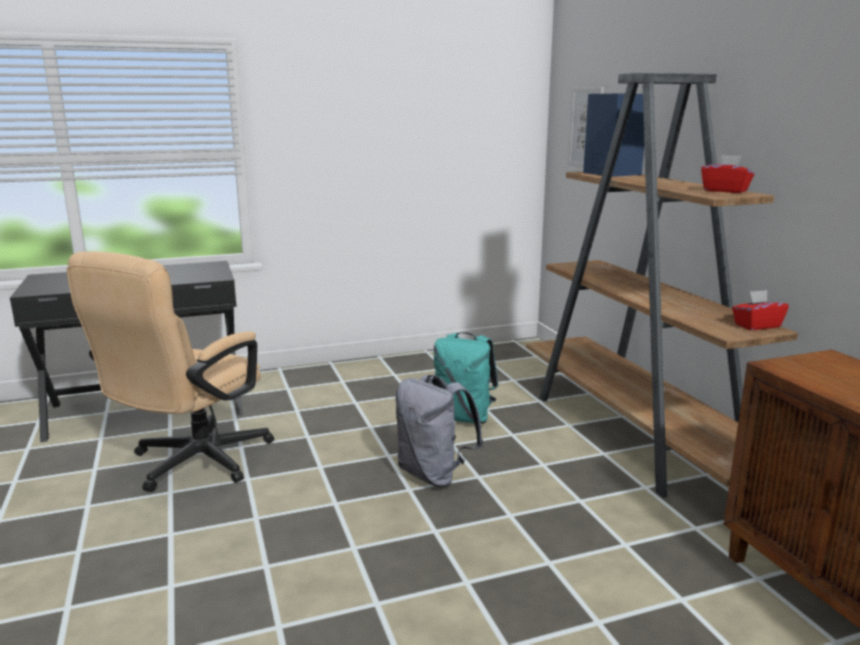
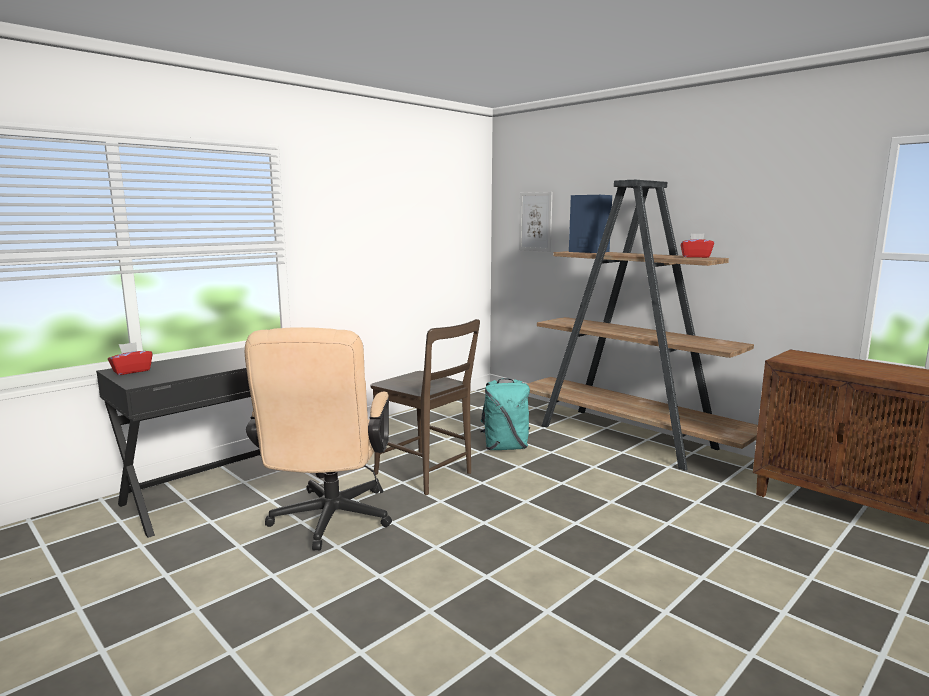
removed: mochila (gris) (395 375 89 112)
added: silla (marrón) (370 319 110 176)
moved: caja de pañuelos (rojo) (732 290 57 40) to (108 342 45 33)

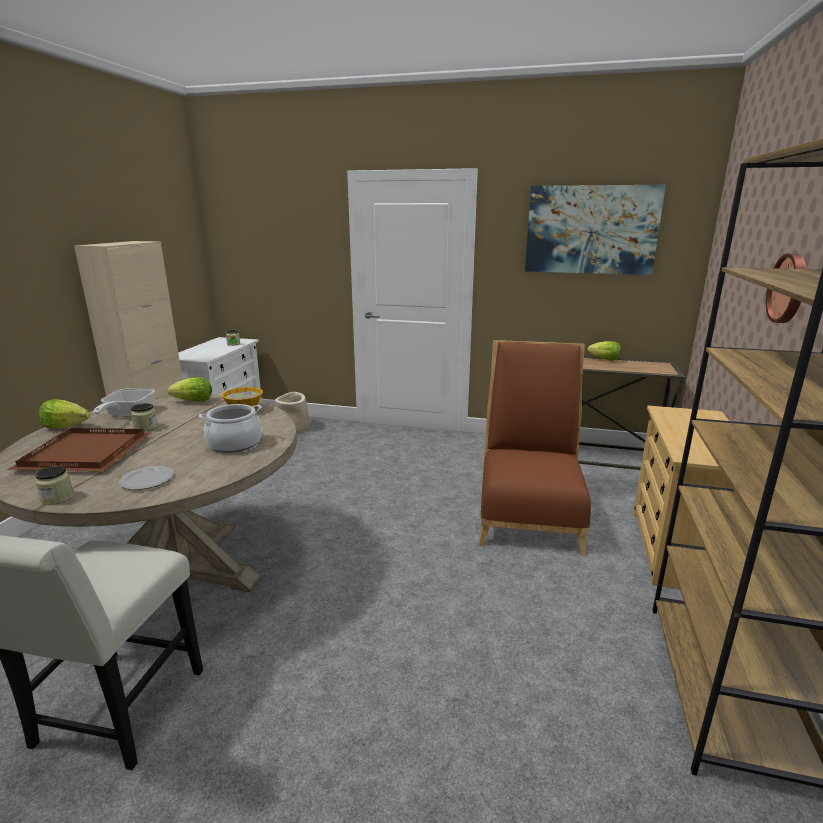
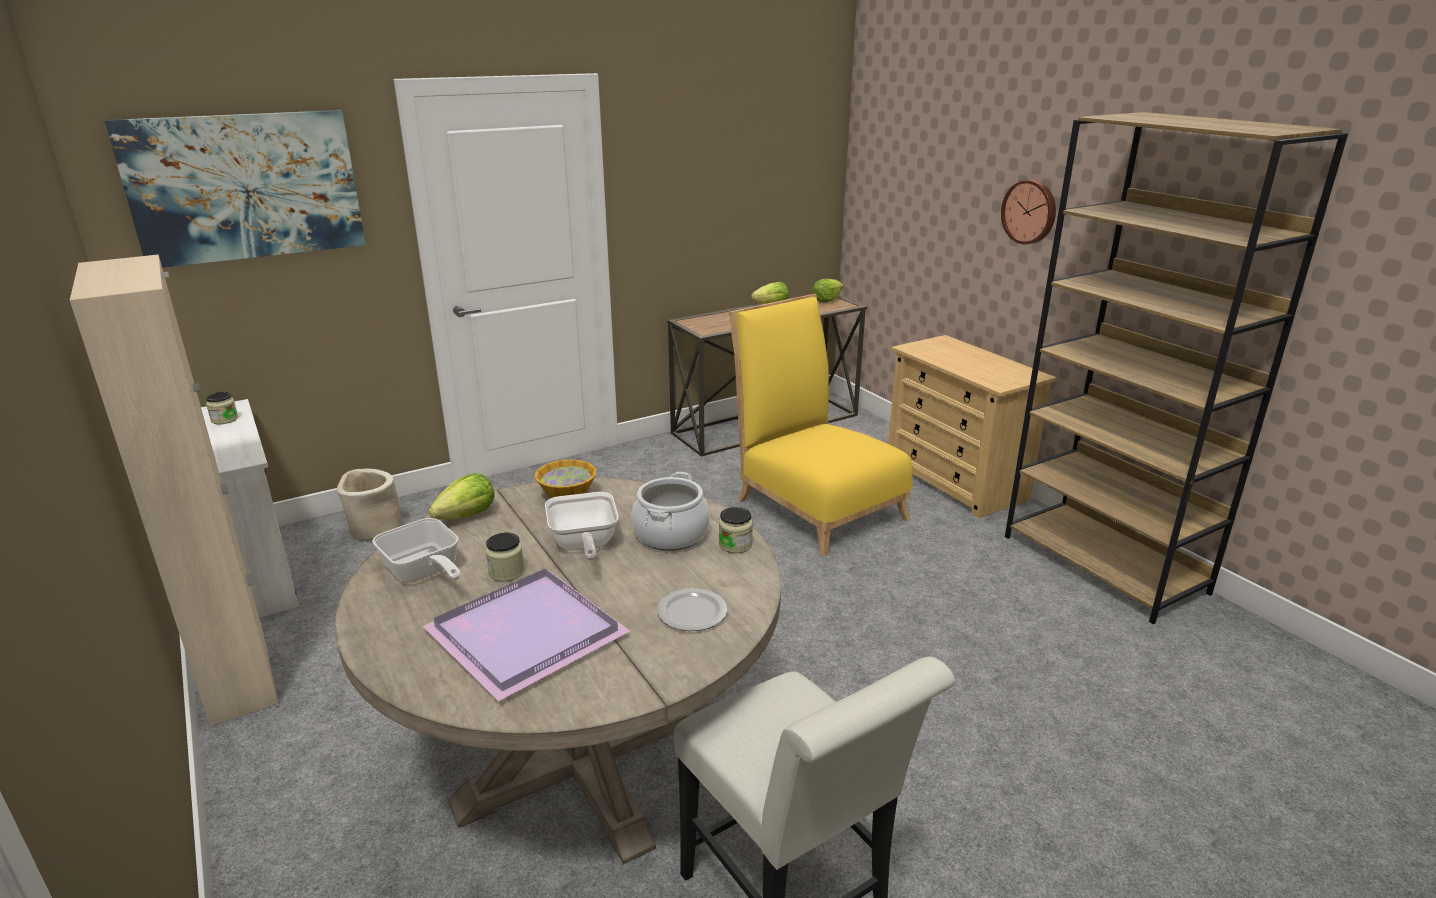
added: sartén (545 492 74 69)
moved: cuadro (525 185 141 90) to (105 110 261 158); lechuga (38 399 52 30) to (812 279 31 24); tarro (35 465 39 40) to (719 507 34 46)
recoloured: silla (marrón) (478 340 113 216) to silla (amarillo) (729 294 184 262); bandeja (marrón) (7 428 145 44) to bandeja (morado) (422 569 208 132)

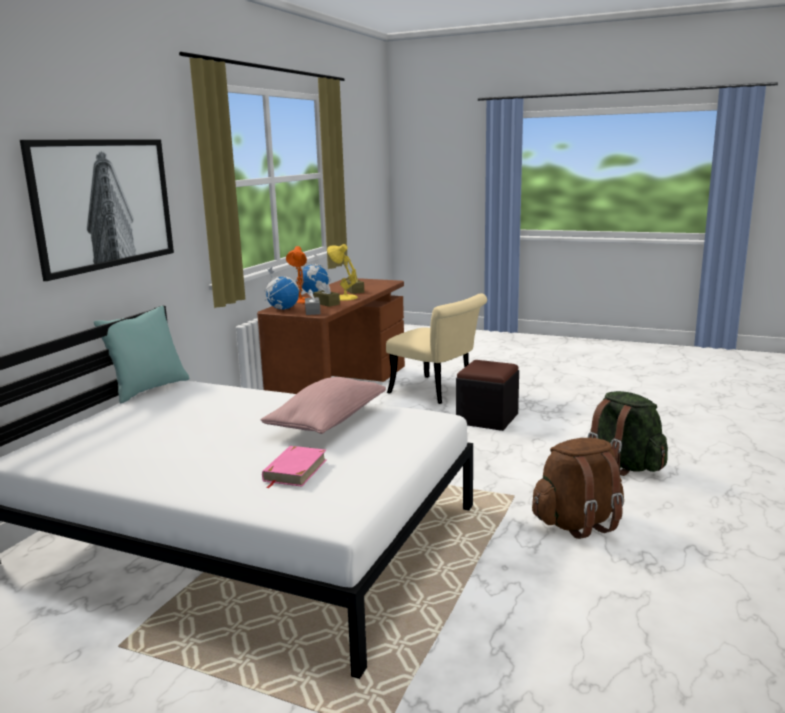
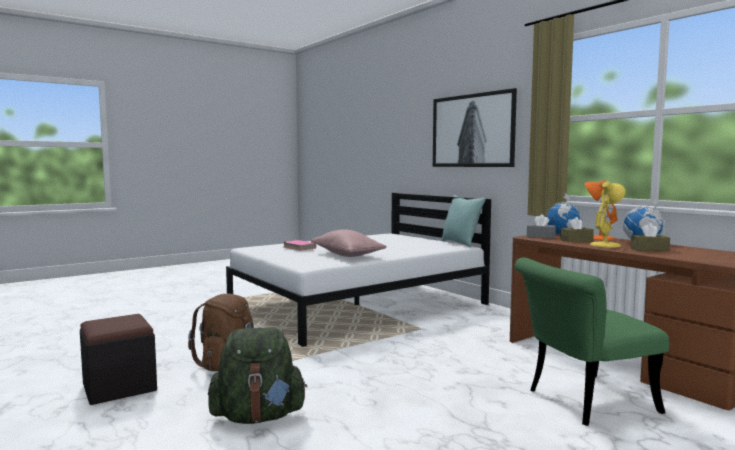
moved: puf (negro) (456 360 63 71) to (80 314 77 91)
recoloured: silla (beis) (386 293 101 111) to silla (verde) (515 257 154 169)

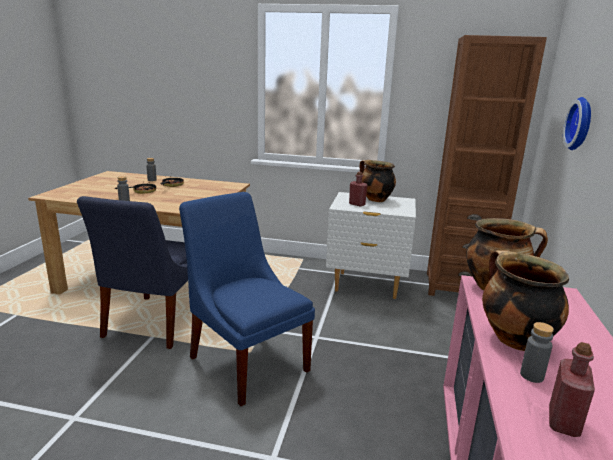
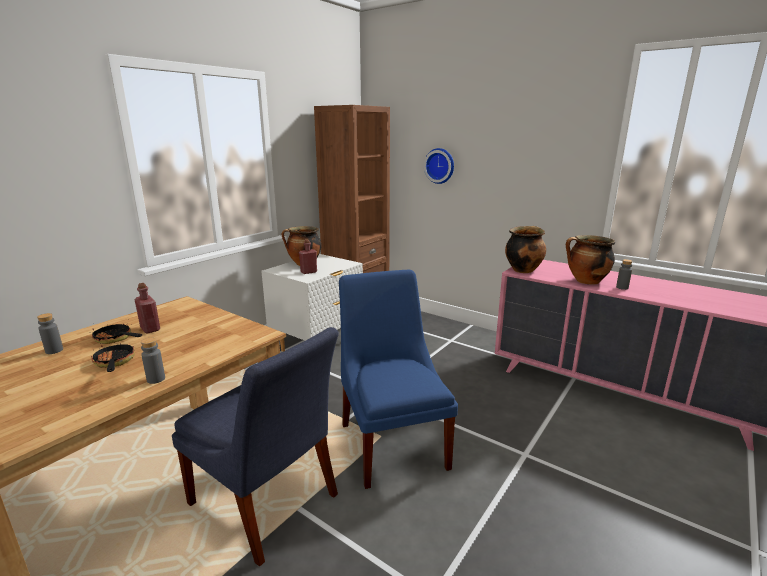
moved: botella (rojo) (549 342 46 95) to (134 283 26 50)
turned: silla (azul) (179 192 136 214) = (339 269 119 220) 90 degrees clockwise

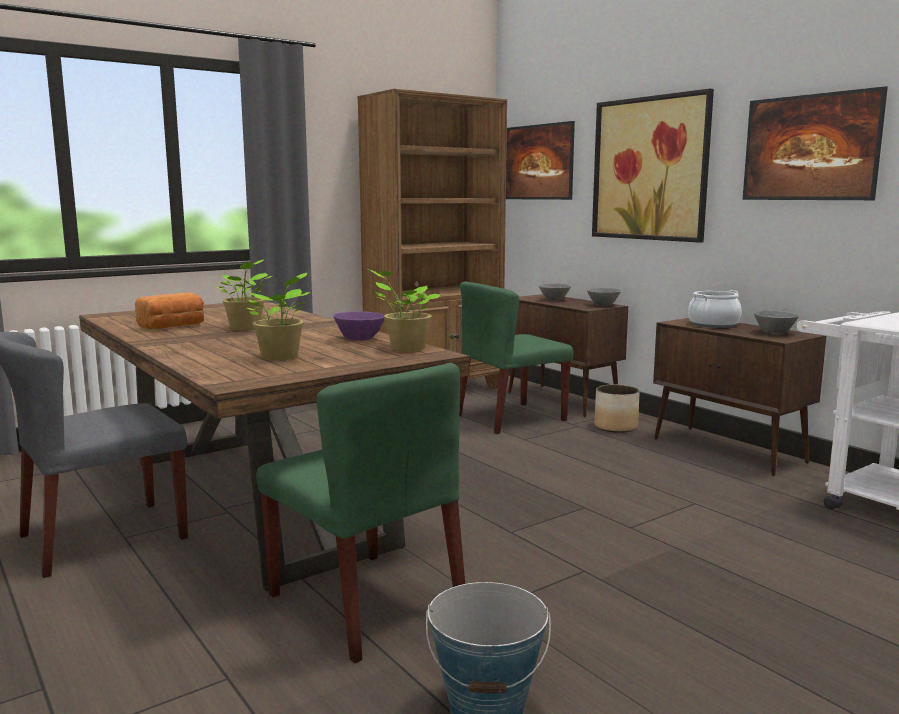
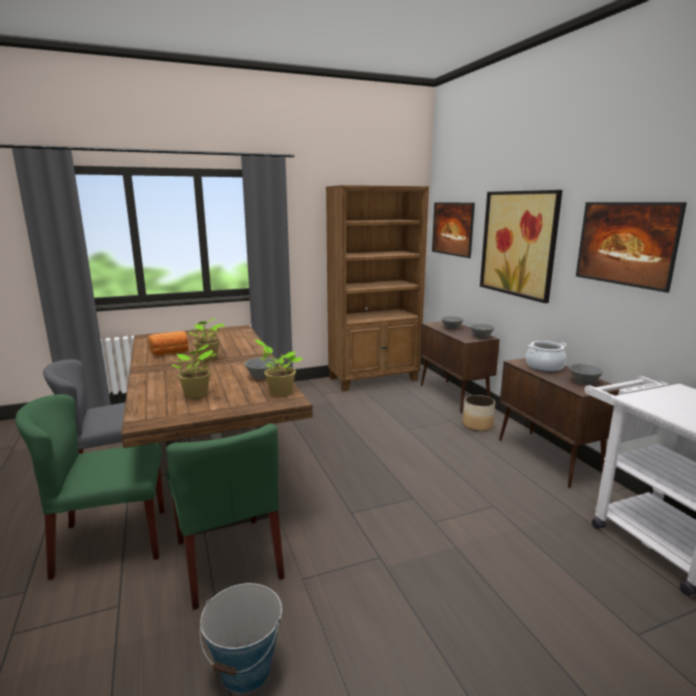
moved: silla (verde) (460 281 113 153) to (15 394 150 186)
recoloured: cuenco (morado) (333 311 51 30) to cuenco (gris) (245 357 34 23)

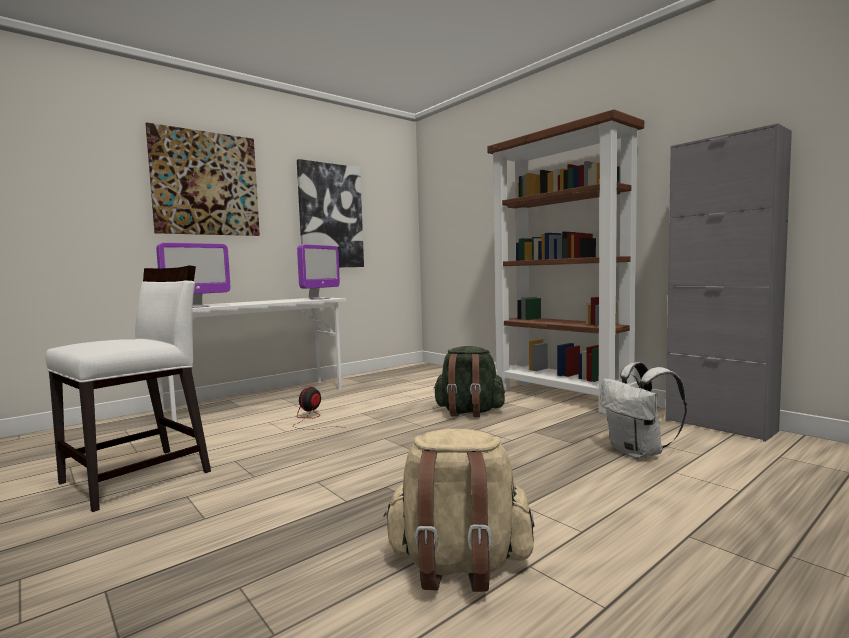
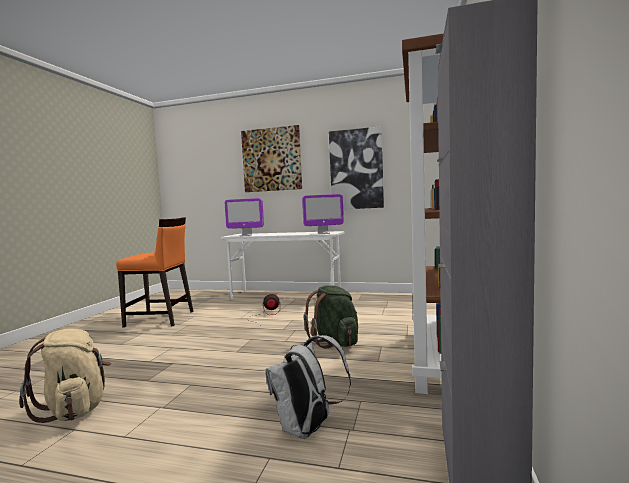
recoloured: silla (blanco) (45 265 166 247) to silla (naranja) (116 217 78 110)

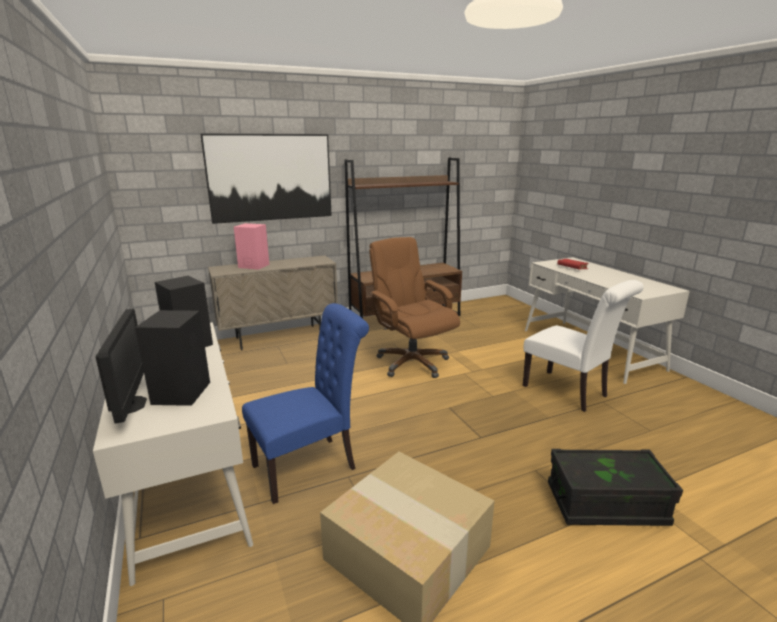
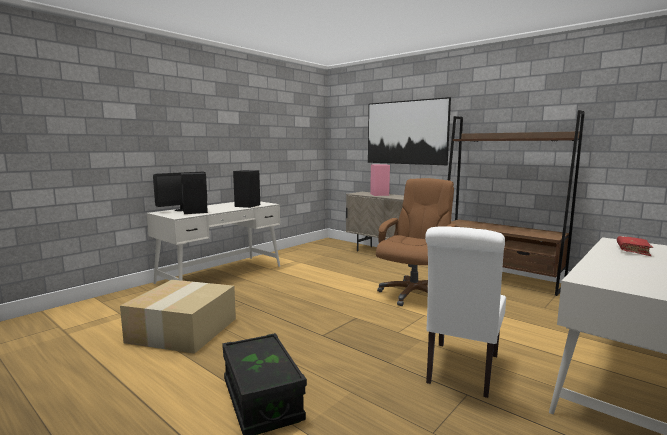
removed: silla (azul) (242 303 127 201)

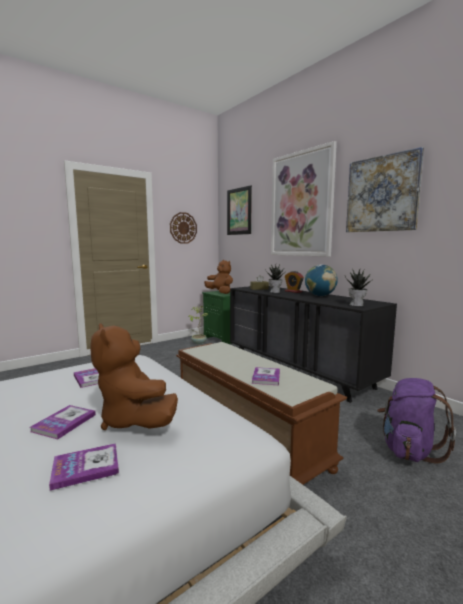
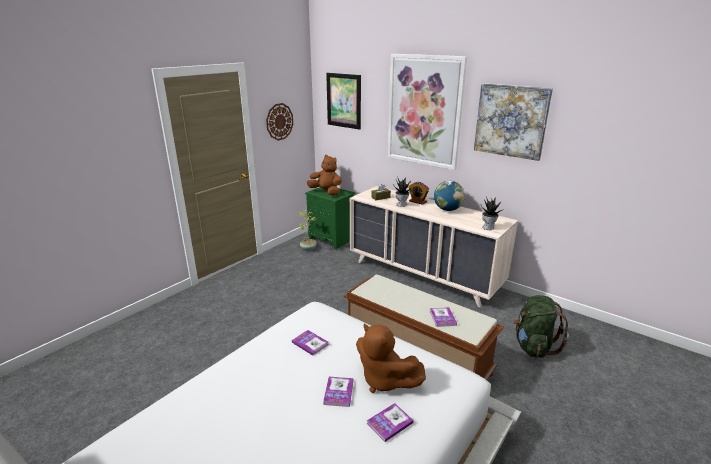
recoloured: cómoda (negro) (230 286 167 117) to cómoda (beis) (350 186 168 121); mochila (morado) (377 378 79 85) to mochila (verde) (513 295 56 63)

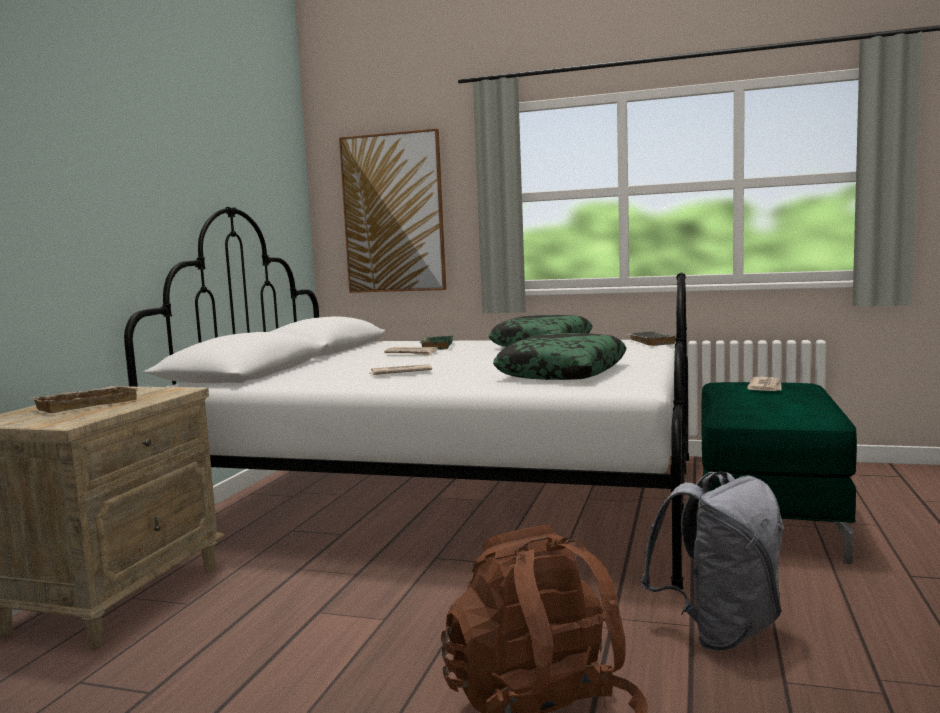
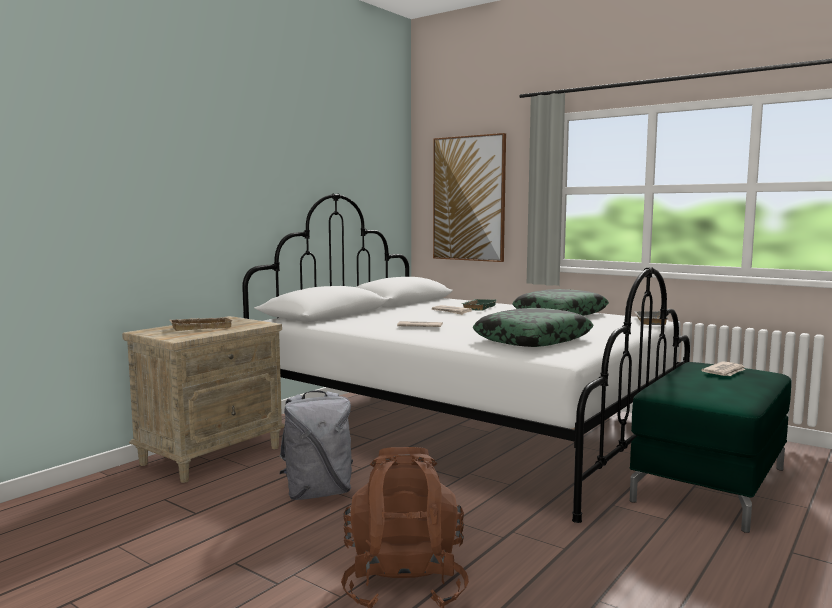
moved: mochila (gris) (640 471 143 180) to (280 390 73 110)

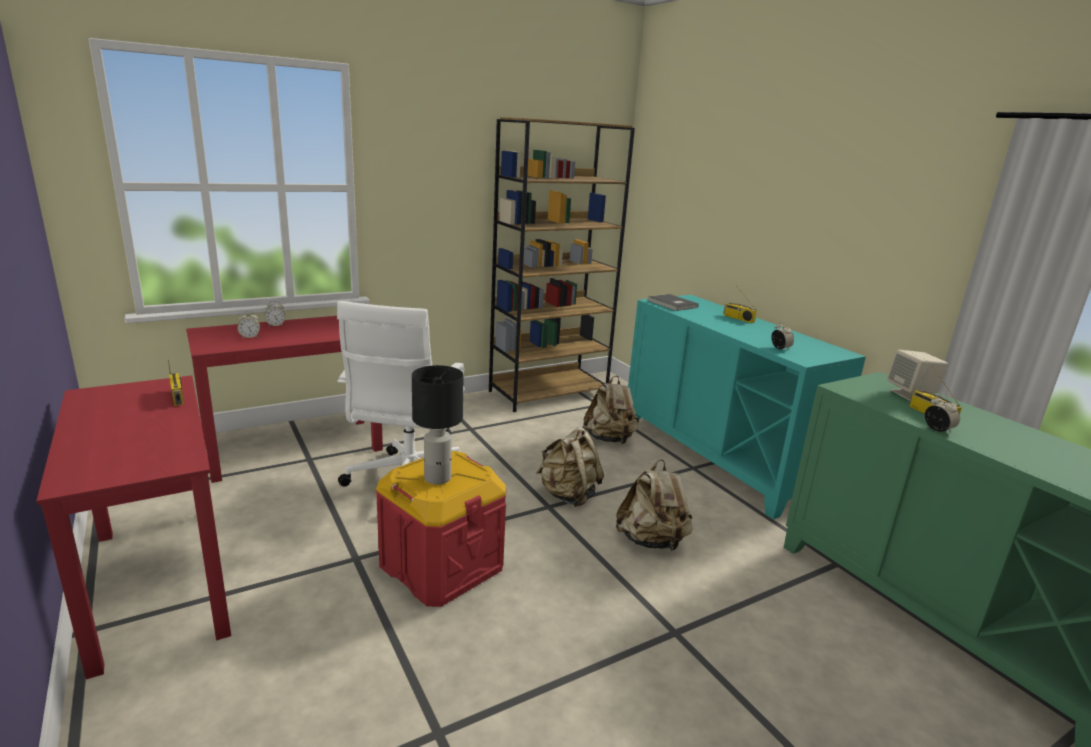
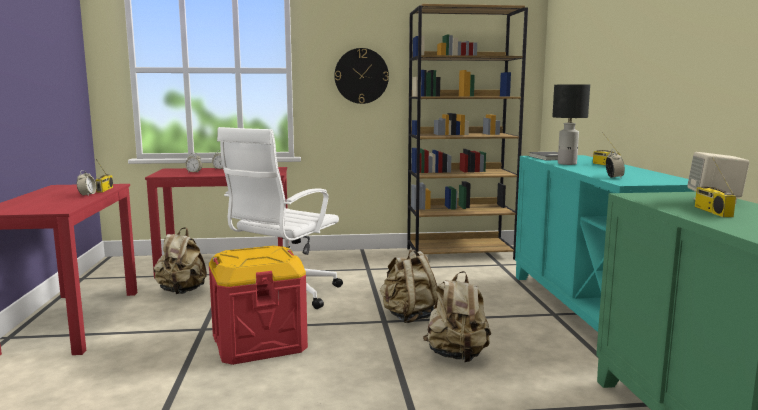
added: reloj de pared (334 48 55 56)
moved: lámpara de mesa (negro) (412 365 52 120) to (552 84 38 81); mochila (beis) (582 376 57 68) to (154 227 53 67); despertador (925 395 35 38) to (77 170 19 25)

